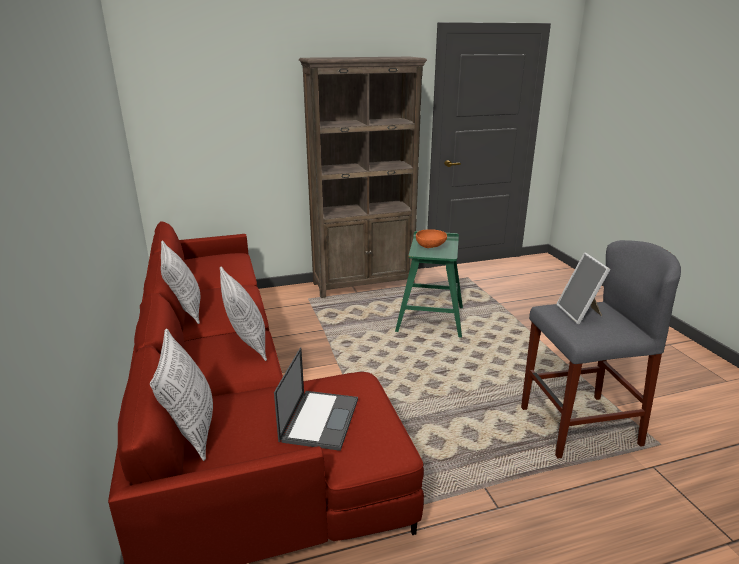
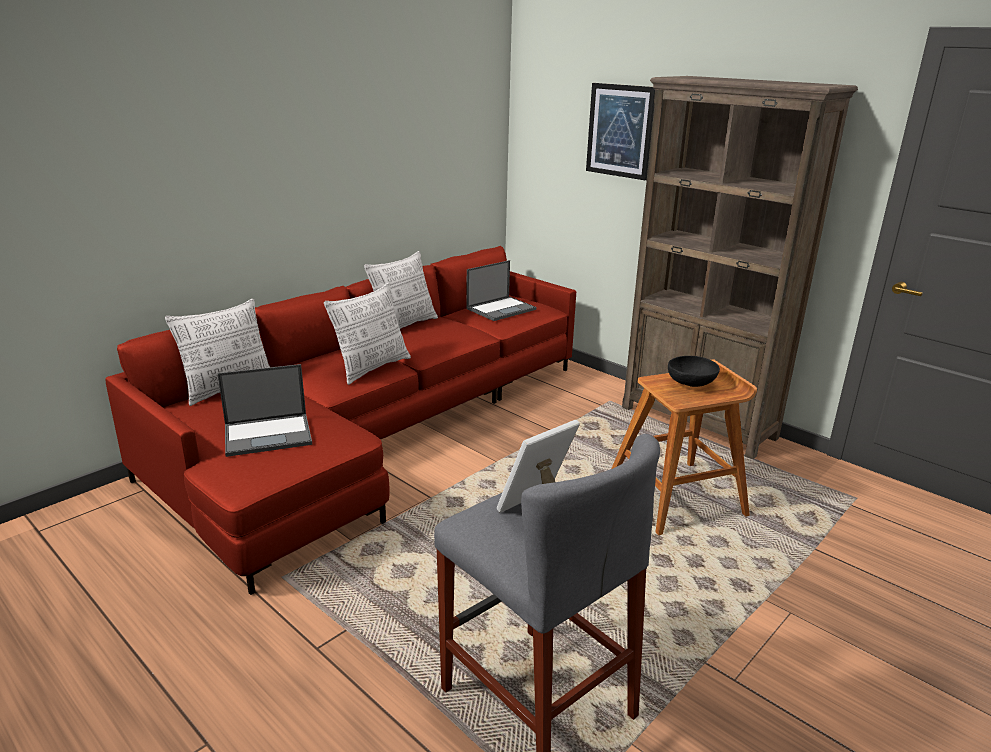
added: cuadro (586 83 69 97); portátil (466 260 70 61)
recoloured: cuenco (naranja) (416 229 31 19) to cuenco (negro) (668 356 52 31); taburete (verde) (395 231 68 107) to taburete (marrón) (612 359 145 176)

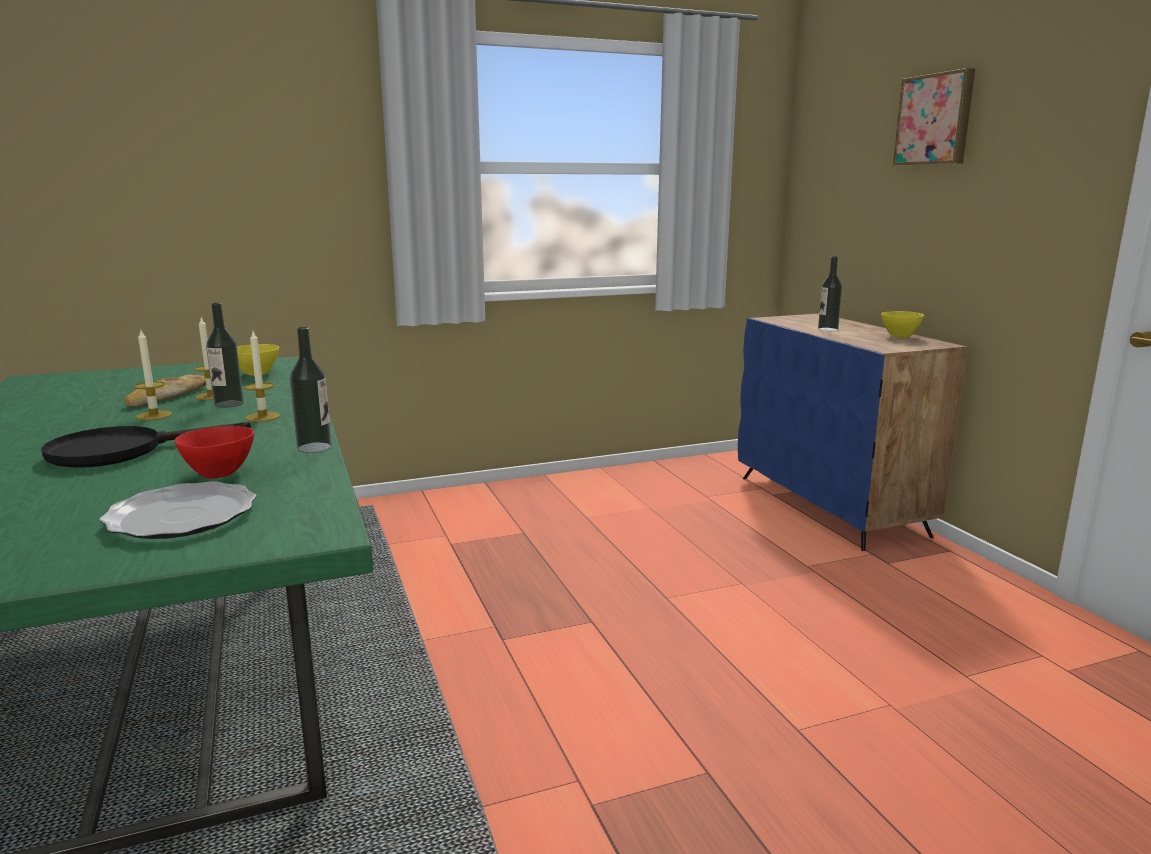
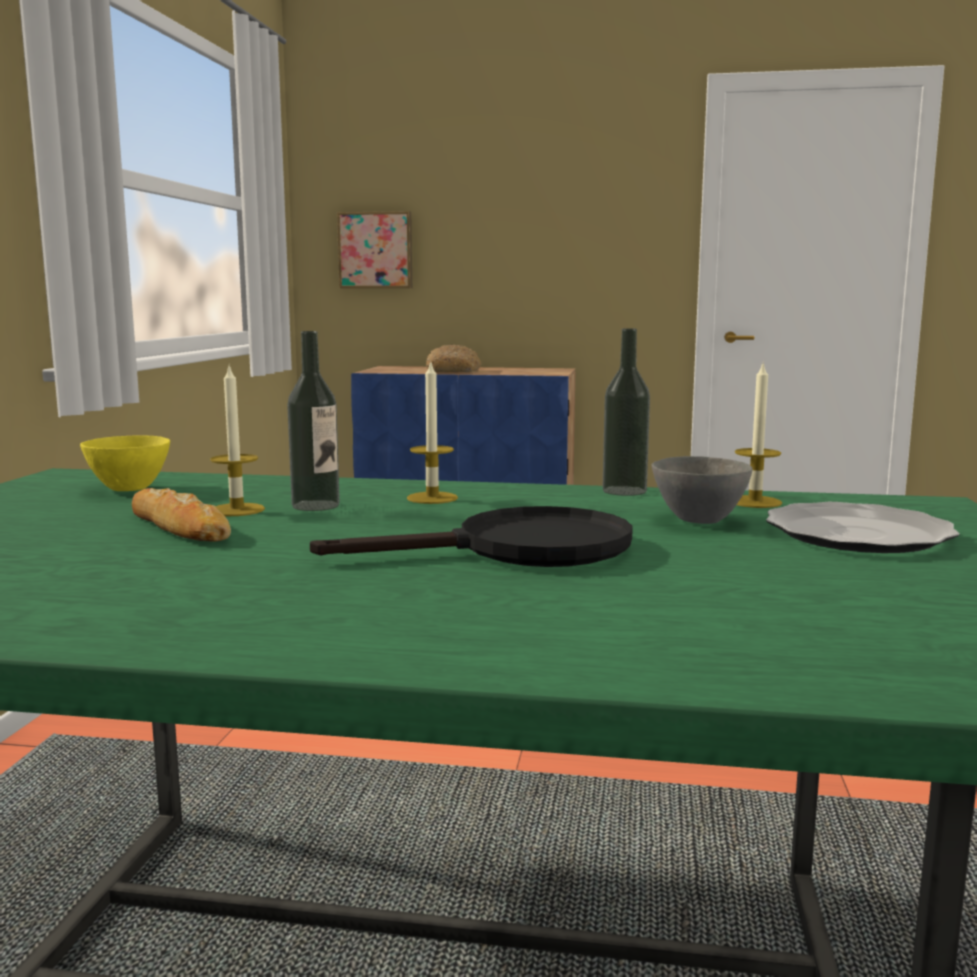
removed: cuenco (amarillo) (881 311 43 27)
moved: cuadro (893 68 82 98) to (337 211 75 77); vela (134 330 38 90) to (735 361 47 147)
replaced: botella (818 256 24 75) to pan (426 344 56 28)
recoloured: cuenco (rojo) (174 426 80 53) to cuenco (gris) (652 456 101 68)
turned: sartén (negro) (41 422 210 46) = (310 506 323 61) 105 degrees counterclockwise

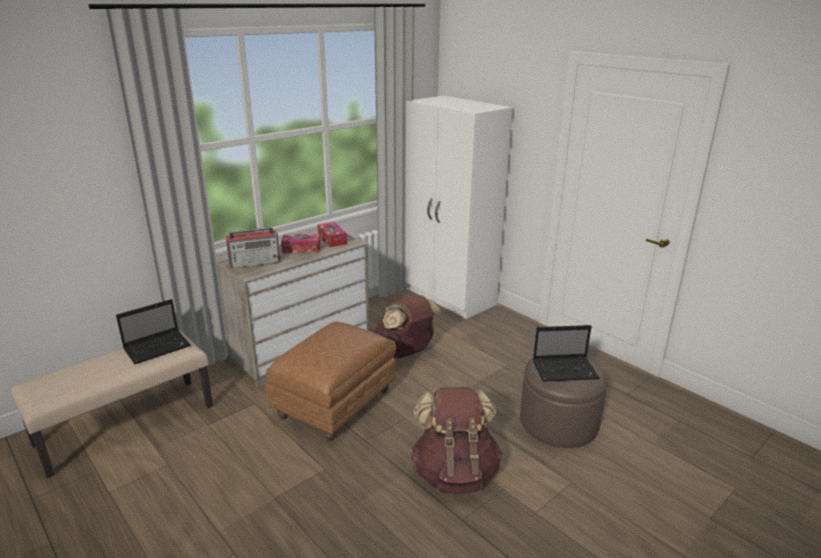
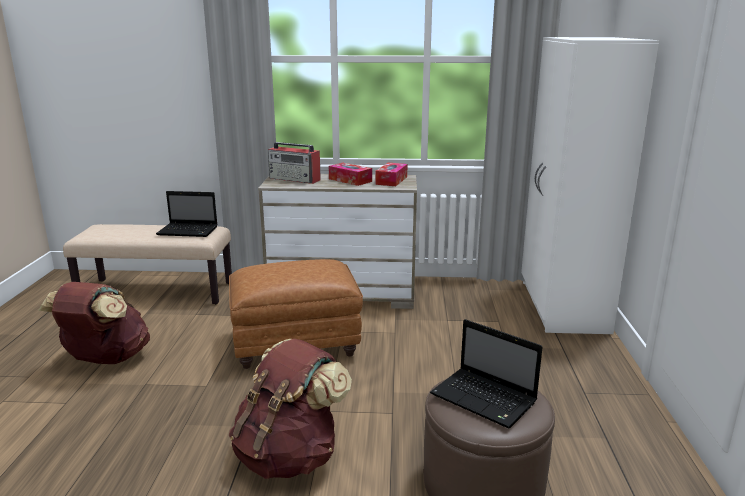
moved: mochila (marrón) (374 295 68 64) to (38 282 112 82)

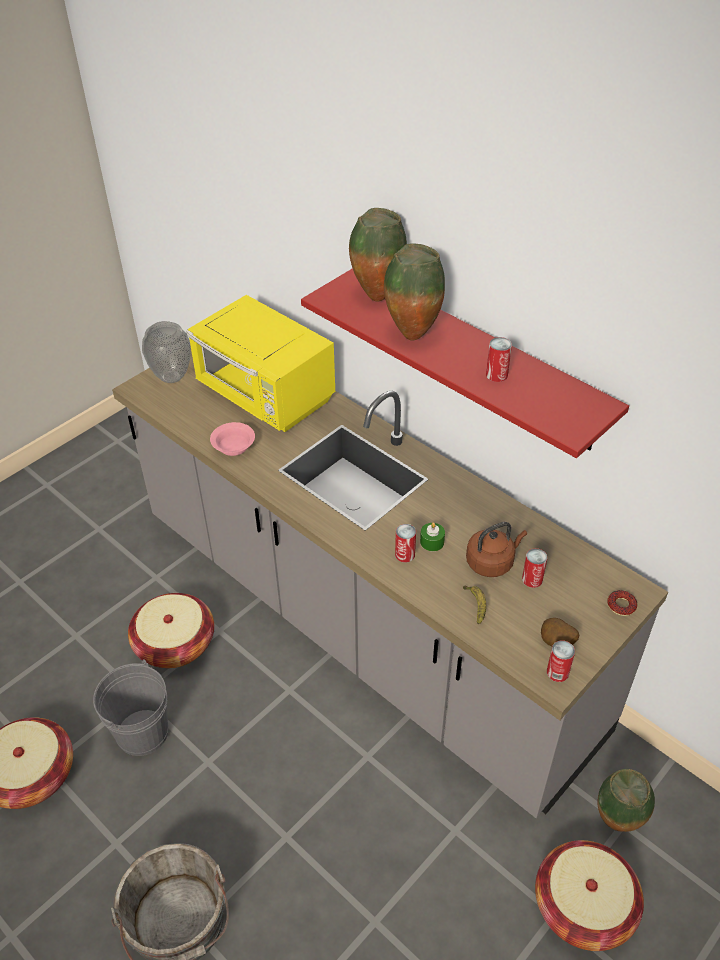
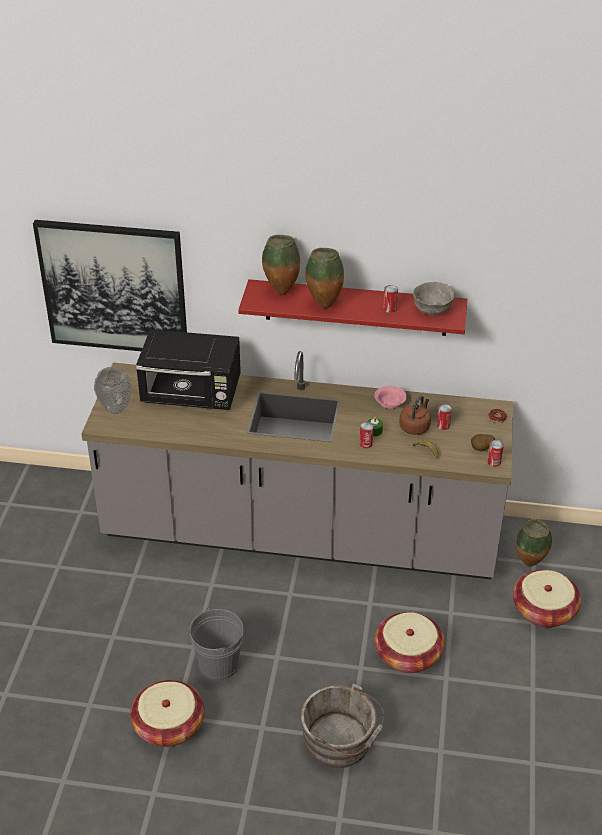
added: cuadro (33 220 154 131); cuenco (gris) (413 282 42 33)
moved: cuenco (rosa) (210 422 45 34) to (374 386 33 23); cesta (128 593 86 75) to (375 612 70 61)
recoloured: microondas (amarillo) (186 295 149 137) to microondas (negro) (136 329 105 81)

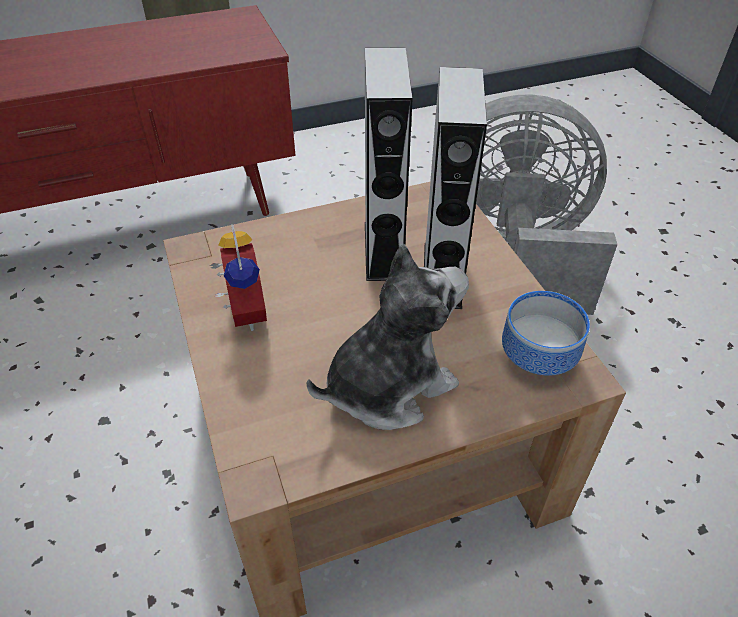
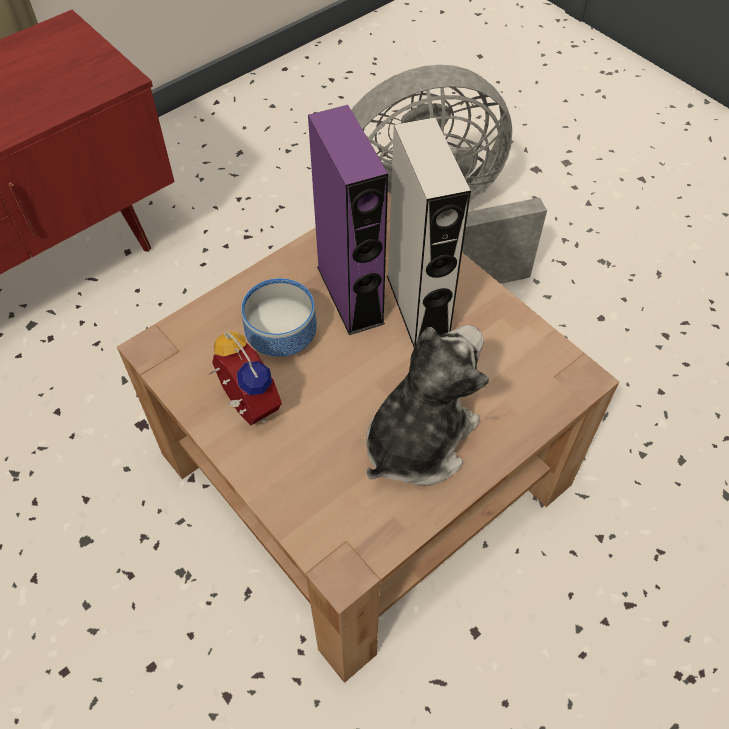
moved: cuenco (502 291 88 85) to (241 278 76 79)
recoloured: altavoz (gris) (365 47 48 234) to altavoz (morado) (308 105 80 230)

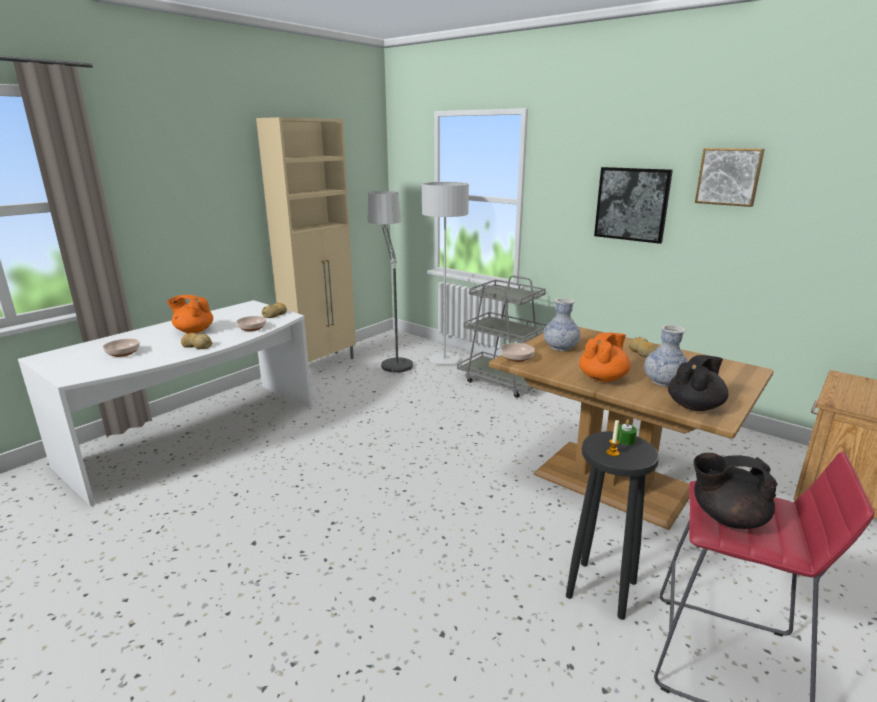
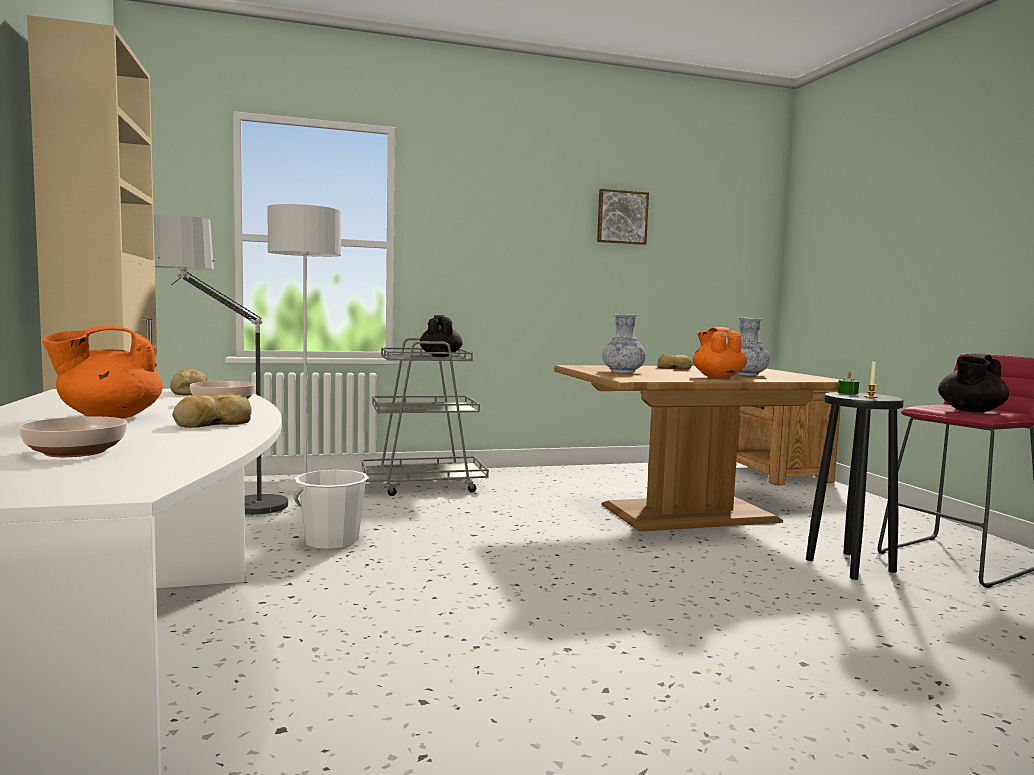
removed: cuadro (594 167 79 77); cuenco (501 343 34 19)
added: cubo (blanco) (294 470 75 80)
moved: tetera (negro) (668 355 60 56) to (420 315 43 42)

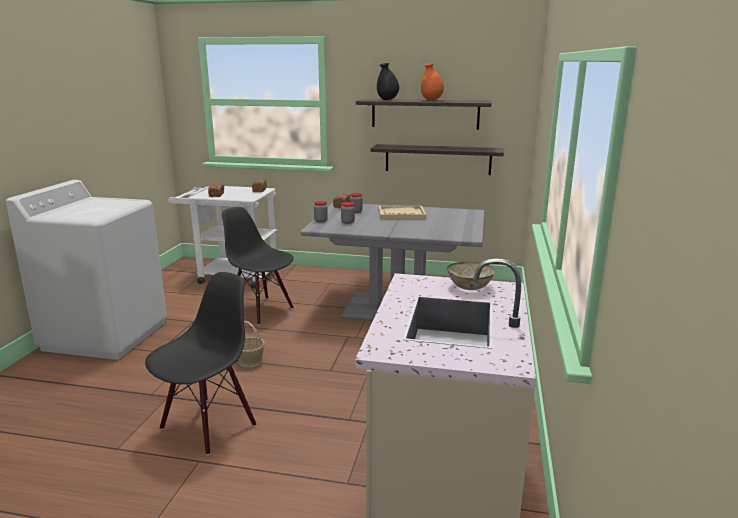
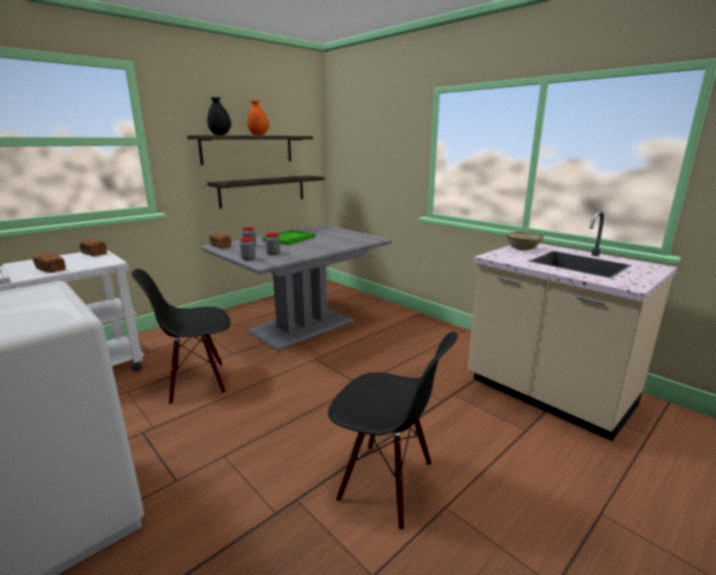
removed: cesta (239 321 26 47)
recoloured: bandeja (beis) (379 206 47 13) to bandeja (verde) (262 230 53 15)
turned: silla (negro) (145 272 111 183) = (328 332 129 198) 135 degrees clockwise

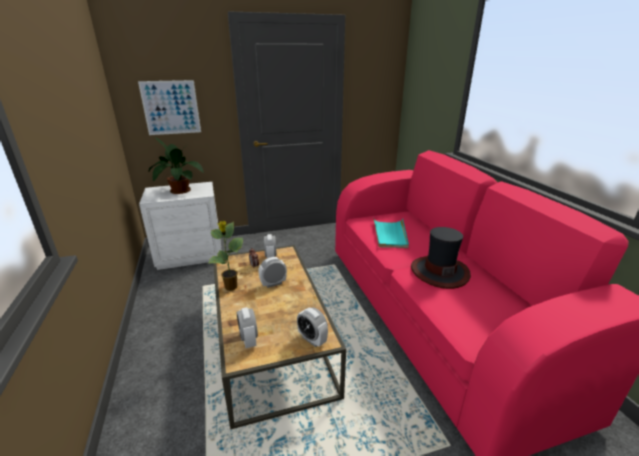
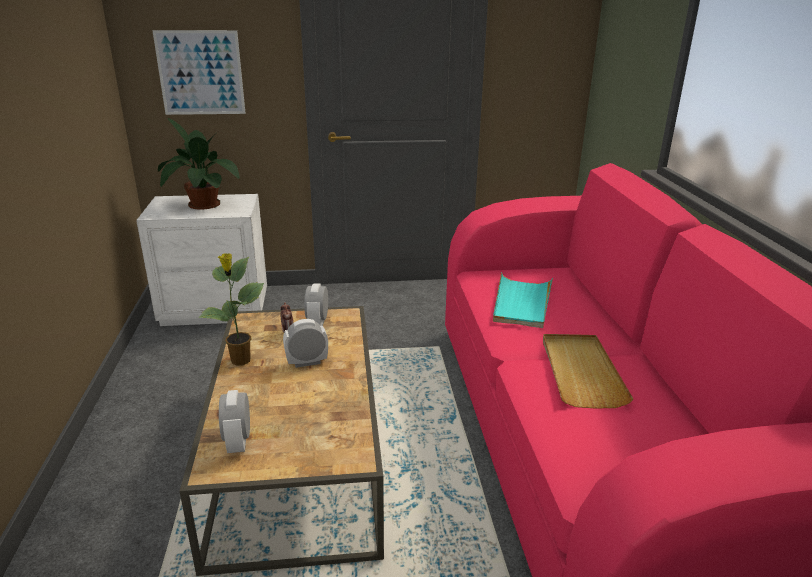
removed: despertador (297 307 31 40)
replaced: sombrero (411 227 60 62) to bandeja (beis) (543 334 90 74)

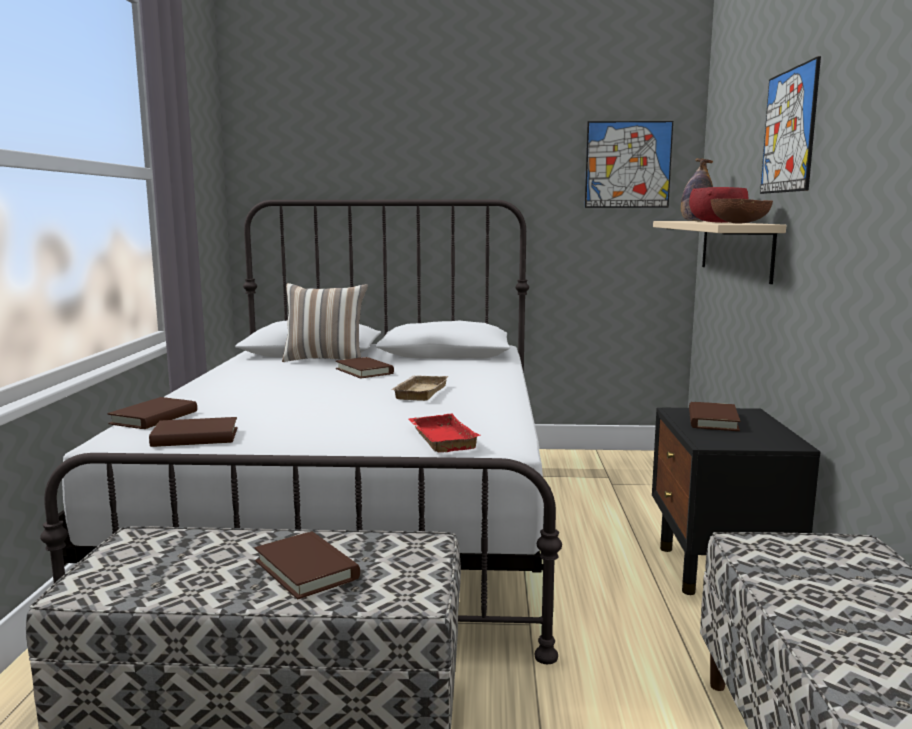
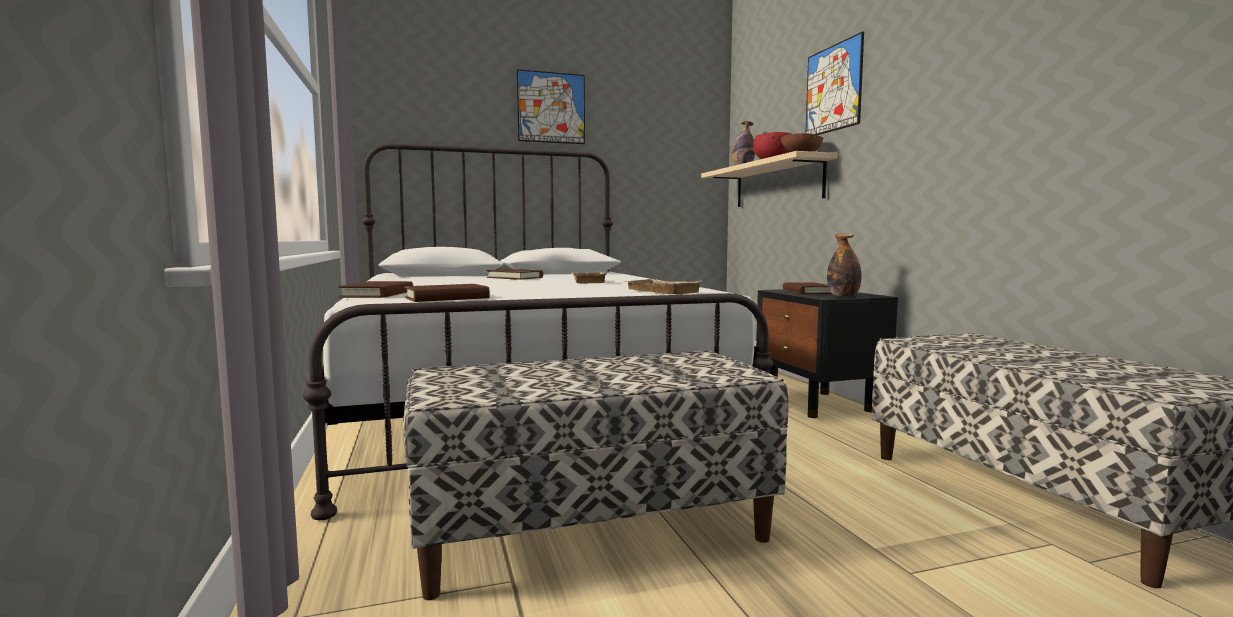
removed: cojín (282 283 86 79); libro (marrón) (255 531 105 68)
added: botella (827 234 34 63)
moved: cuadro (585 121 88 87) to (517 69 68 75)
recoloured: bandeja (rojo) (408 414 73 38) to bandeja (beis) (623 279 81 15)

